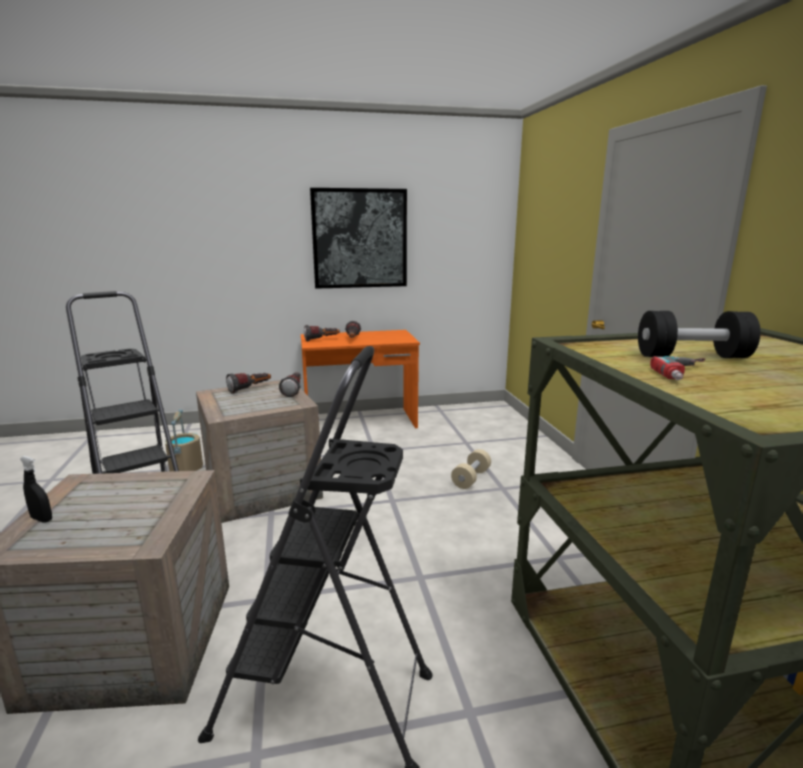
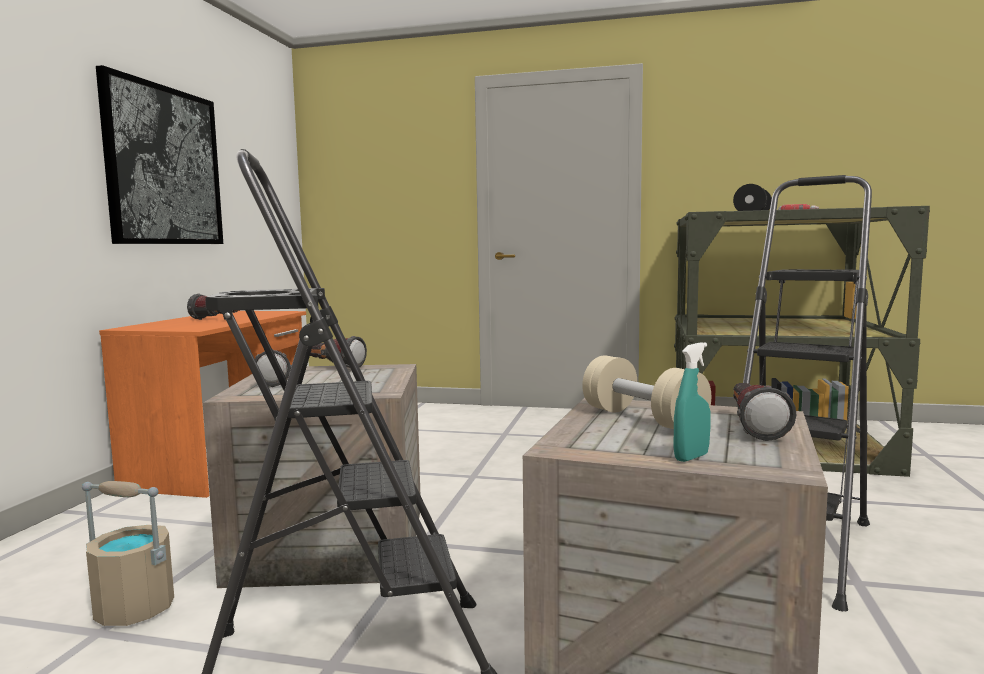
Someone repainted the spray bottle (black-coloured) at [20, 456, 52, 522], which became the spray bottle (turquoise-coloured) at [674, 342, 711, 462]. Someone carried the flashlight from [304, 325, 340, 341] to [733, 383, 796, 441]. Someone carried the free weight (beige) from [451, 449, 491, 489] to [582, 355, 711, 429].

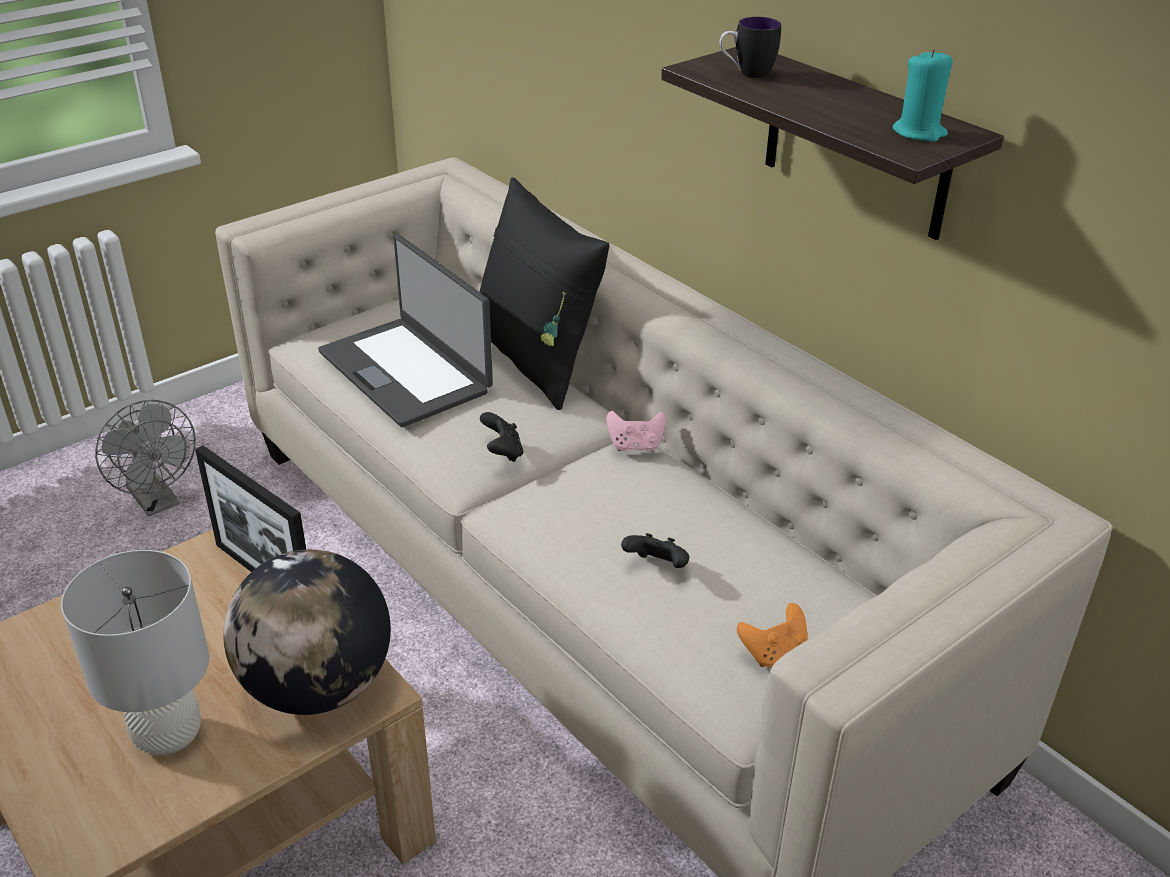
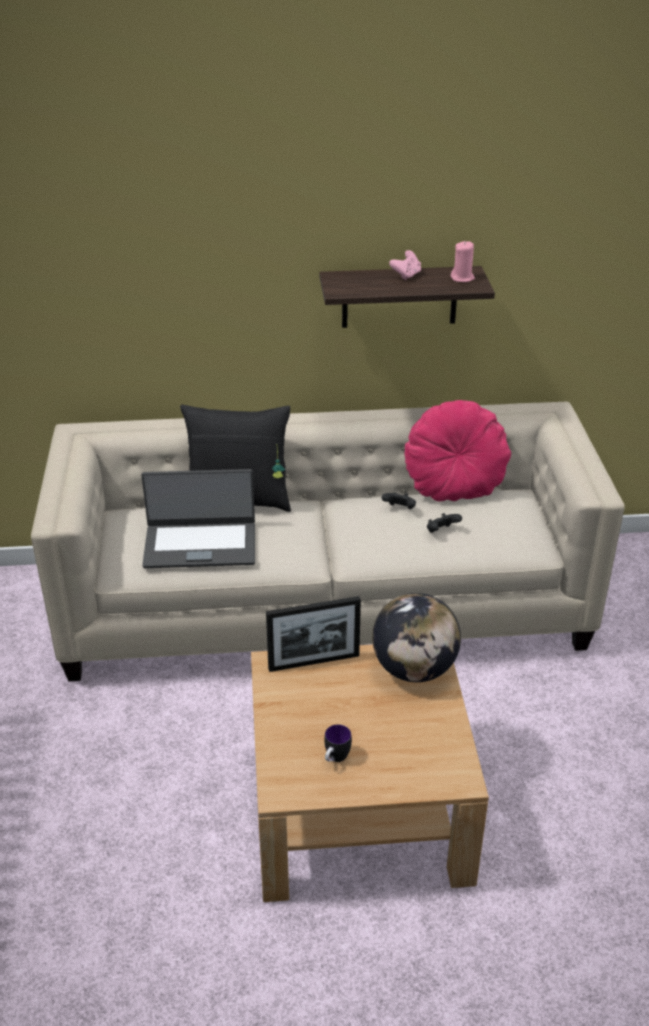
Someone took away the tabletop lamp (grey) at [61, 550, 209, 756]. Someone took away the cooling fan (grey) at [95, 400, 196, 516]. Someone carried the game controller (black-coloured) from [480, 412, 523, 462] to [382, 493, 416, 509]. Someone carried the game controller (pink) from [606, 411, 667, 452] to [389, 250, 421, 280]. Someone carried the coffee mug from [719, 17, 781, 78] to [324, 724, 352, 762]. Someone took away the game controller (orange) at [737, 603, 808, 667]. Someone repainted the candle (turquoise-coloured) at [892, 49, 953, 142], which became the candle (pink) at [451, 241, 475, 282]. Someone put down the throw pillow (pink) at [405, 400, 511, 501].

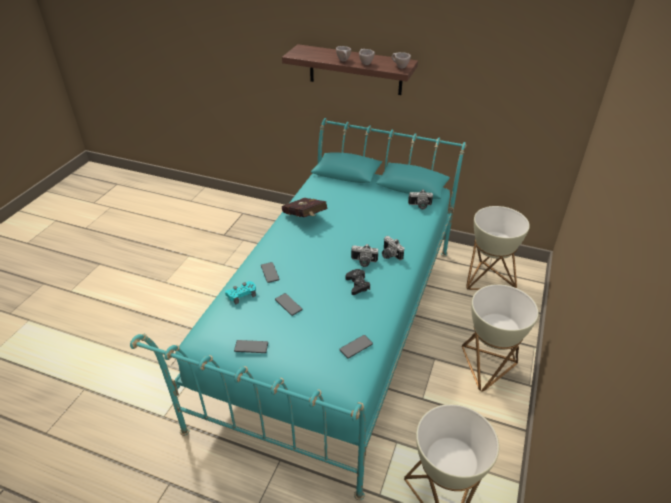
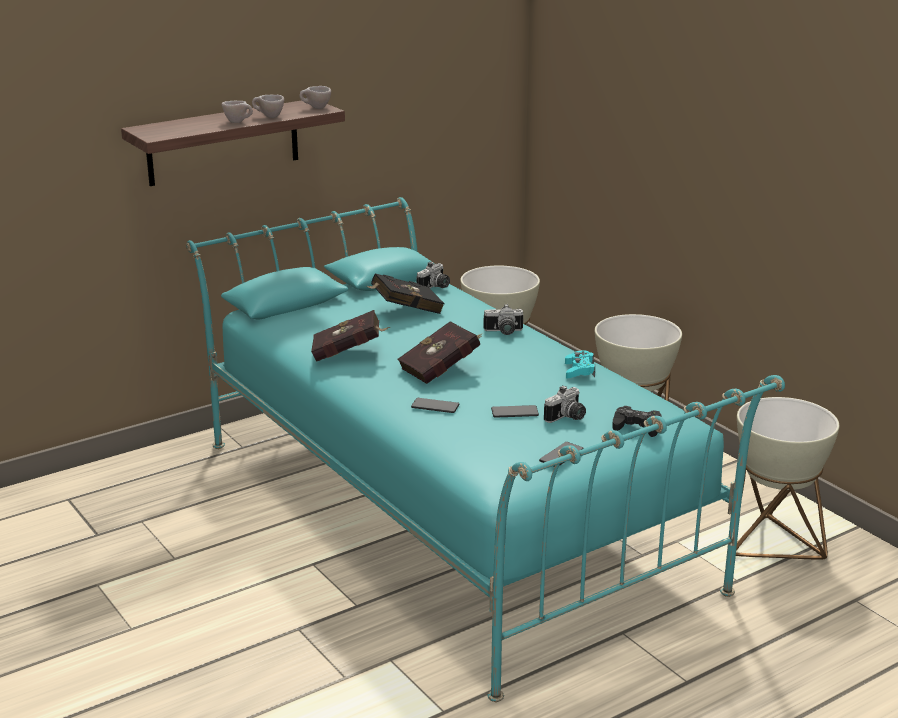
Someone carried the game controller (turquoise-coloured) from [225, 281, 256, 305] to [565, 350, 595, 378]. Someone took away the telephone at [339, 335, 373, 359]. Someone carried the game controller (black-coloured) from [345, 269, 370, 295] to [612, 406, 662, 437]. Someone carried the still camera from [351, 244, 378, 267] to [544, 385, 586, 423]. Someone put down the book (black-coloured) at [365, 274, 445, 314]. Someone put down the book (red-coloured) at [398, 321, 482, 384].

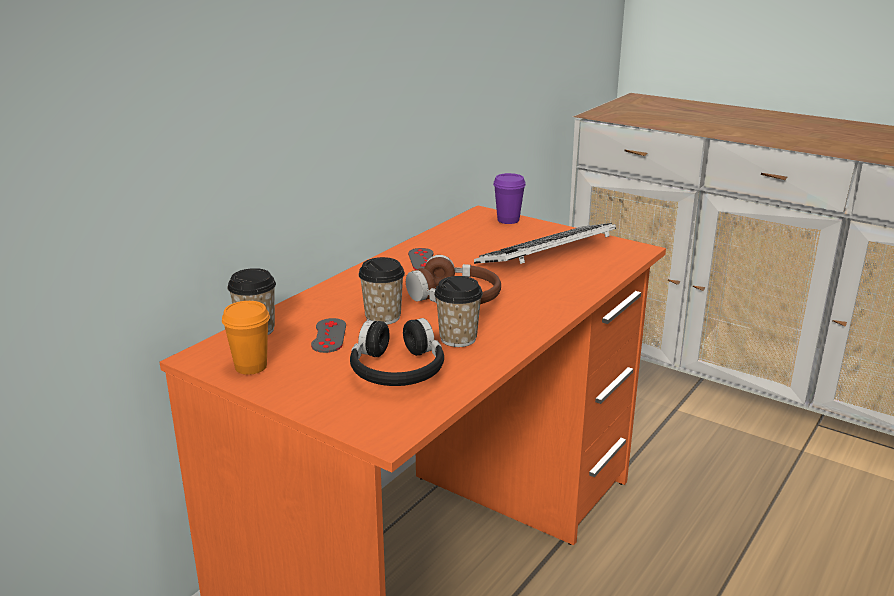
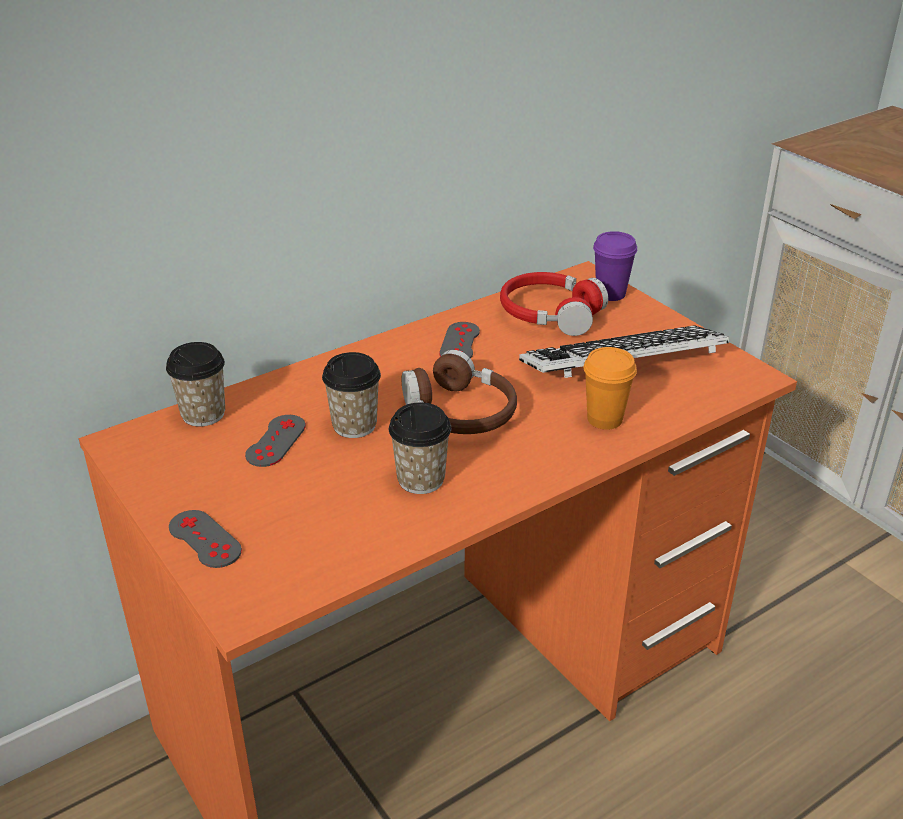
Someone carried the small cup (orange) from [222, 301, 270, 375] to [584, 347, 637, 430]. Someone took away the pair of headphones (black-coloured) at [350, 318, 444, 386]. Someone put down the game controller (grey) at [169, 510, 242, 568]. Someone put down the pair of headphones (red-coloured) at [500, 272, 608, 336].

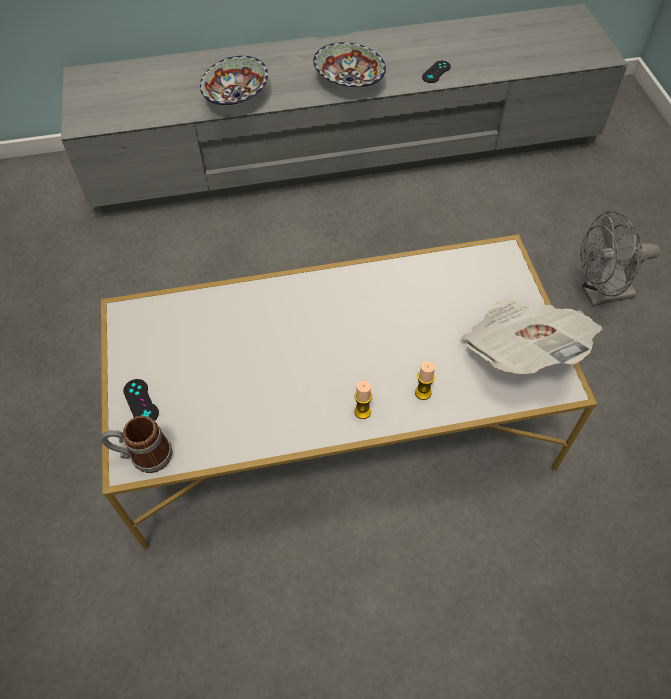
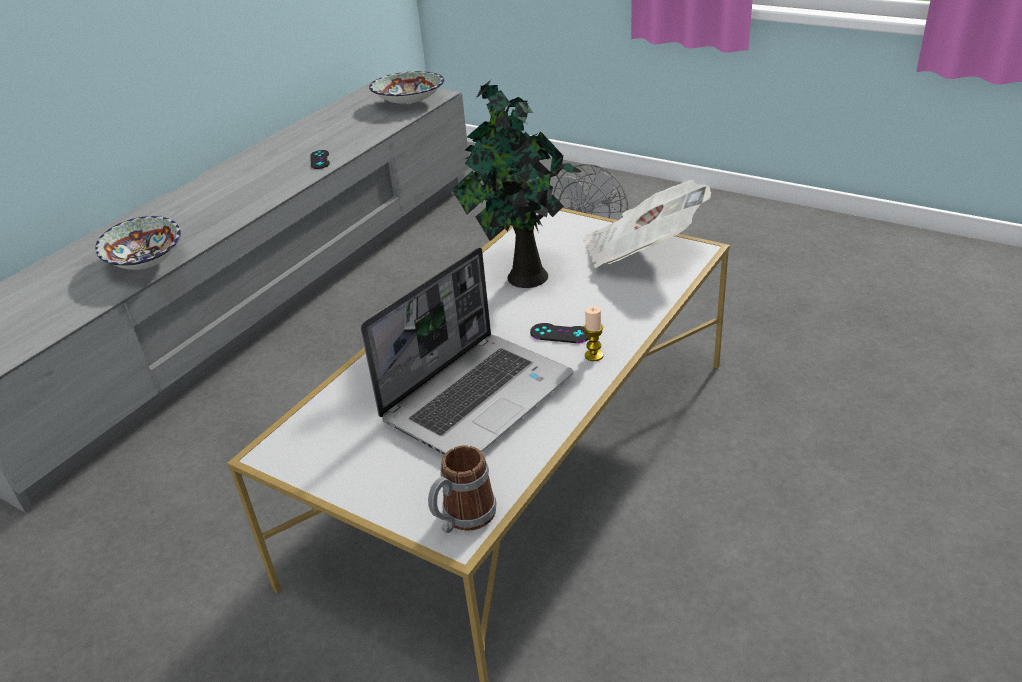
Someone carried the game controller (black-coloured) from [123, 379, 159, 421] to [530, 323, 589, 343]. Someone carried the serving bowl from [313, 42, 386, 90] to [369, 71, 444, 104]. Someone took away the candle at [415, 361, 435, 400]. Someone put down the laptop at [361, 247, 573, 455]. Someone put down the potted plant at [452, 80, 581, 288].

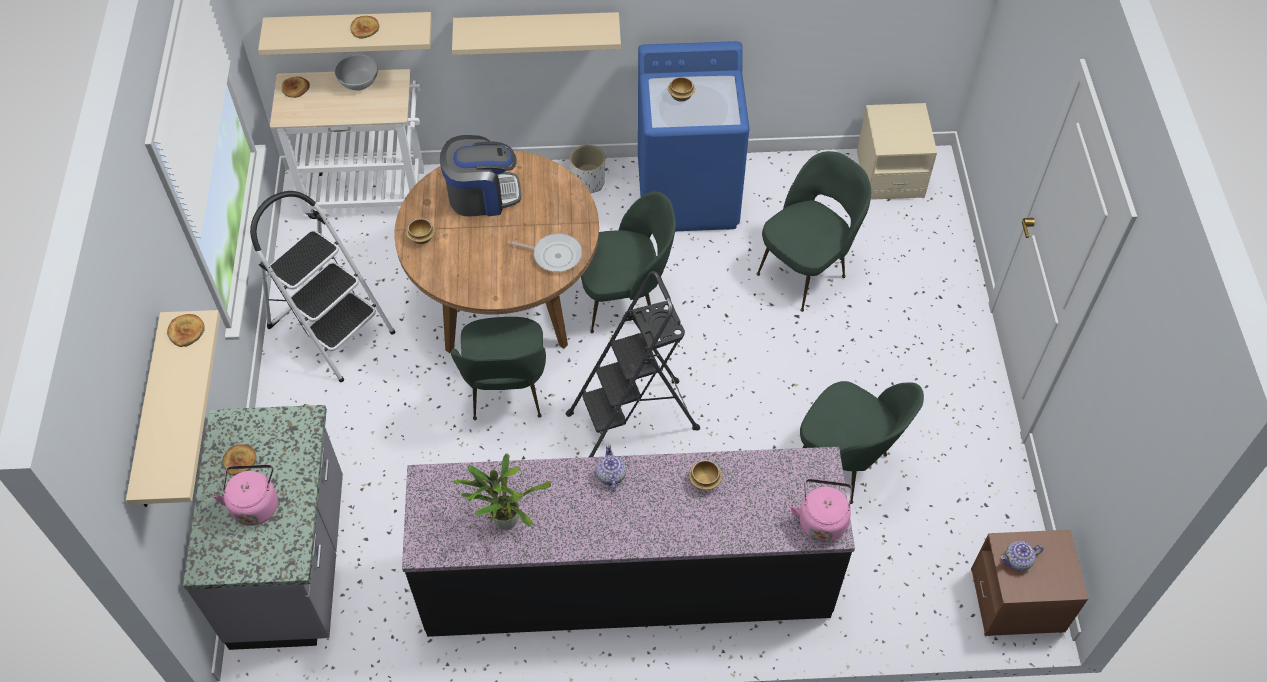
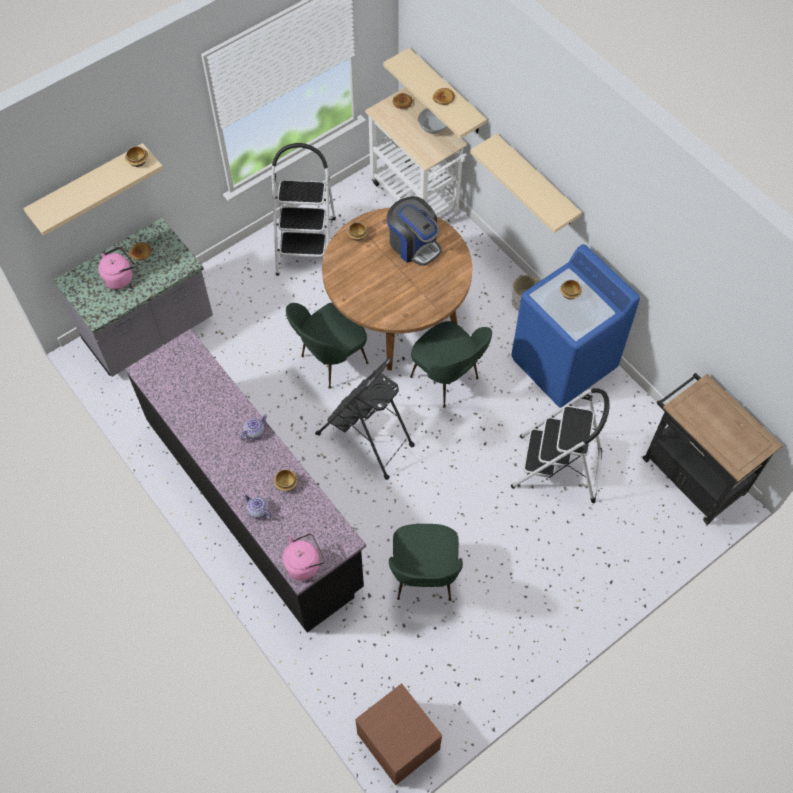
Someone swapped the bread at [167, 314, 205, 347] for the serving bowl at [125, 146, 148, 167]. Someone took away the potted plant at [453, 453, 551, 530]. Someone took away the skillet at [509, 233, 582, 272]. Someone swapped the chair (greenish) at [757, 151, 871, 312] for the step ladder at [511, 388, 610, 503]. Someone swapped the nightstand (beige) at [857, 103, 937, 200] for the cart (black-coloured) at [643, 373, 783, 524]. Someone carried the tea pot from [1000, 541, 1043, 571] to [243, 494, 272, 519].

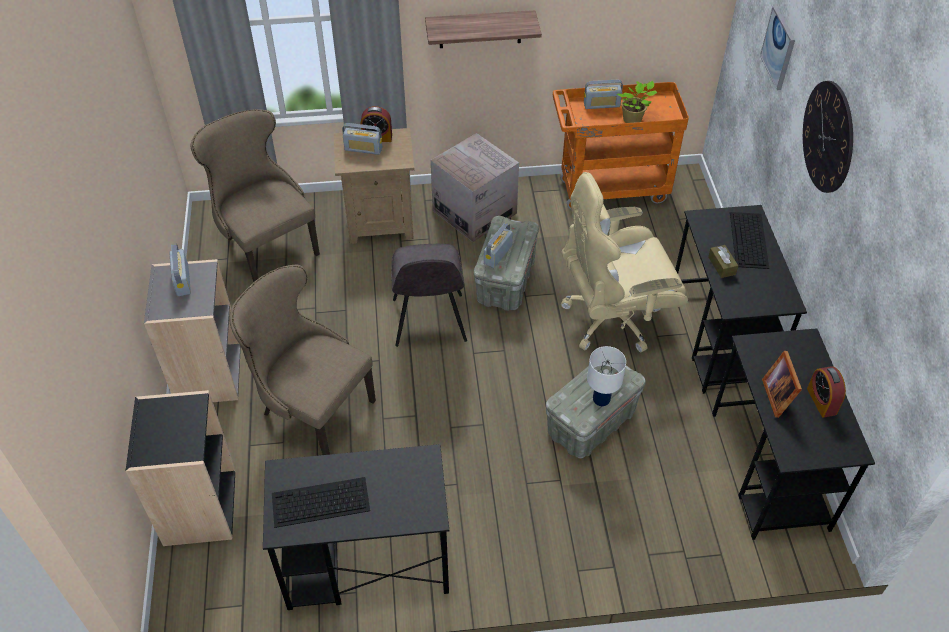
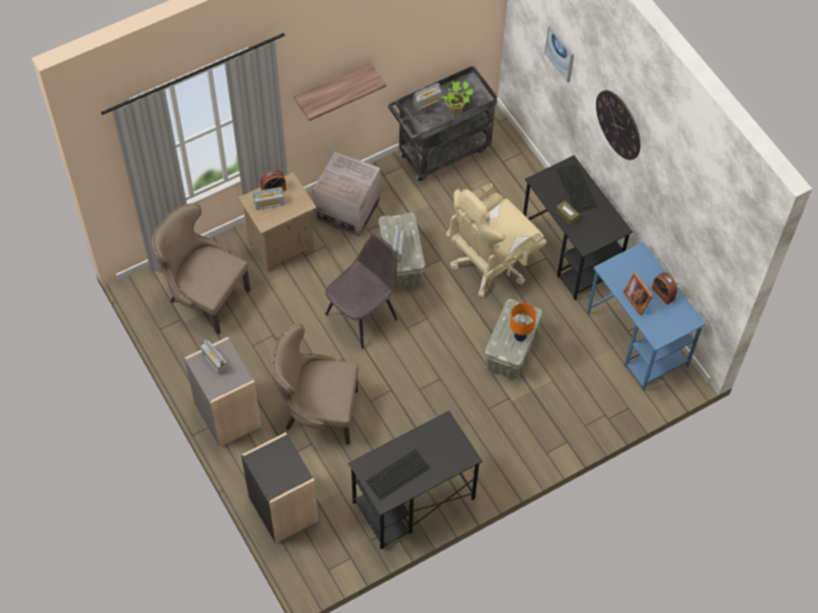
Someone rotated the chair (grey) at [391, 244, 467, 347] by 105 degrees counterclockwise. Someone repainted the cart (orange) at [553, 82, 689, 209], which became the cart (black-coloured) at [388, 66, 497, 182]. Someone repainted the tabletop lamp (white-coloured) at [587, 346, 626, 406], which became the tabletop lamp (orange) at [510, 303, 536, 341]. Someone repainted the desk table (black-coloured) at [712, 328, 875, 540], which became the desk table (blue-coloured) at [587, 242, 706, 391].

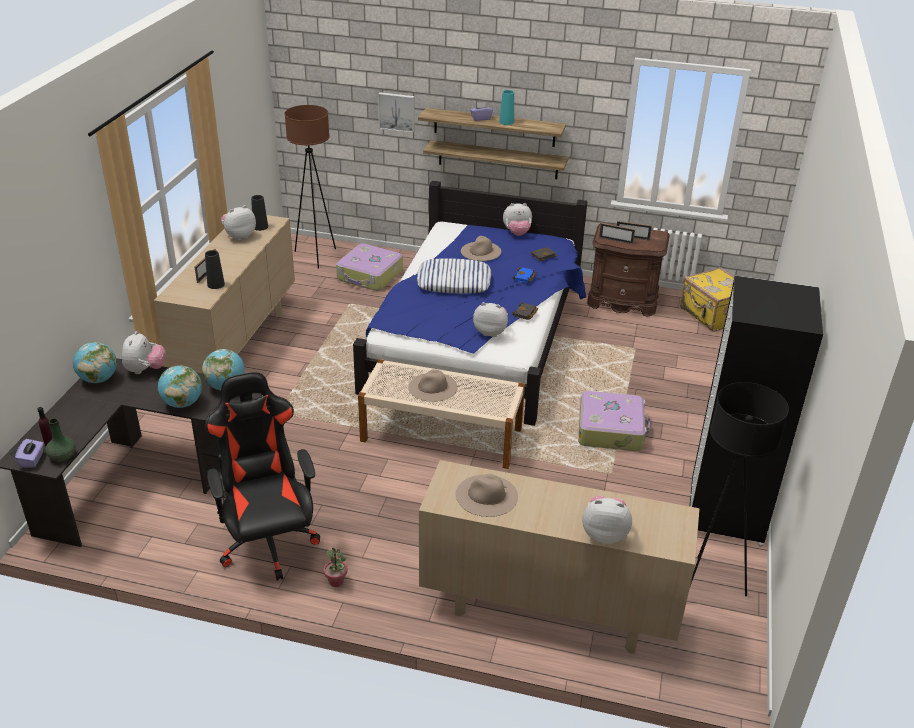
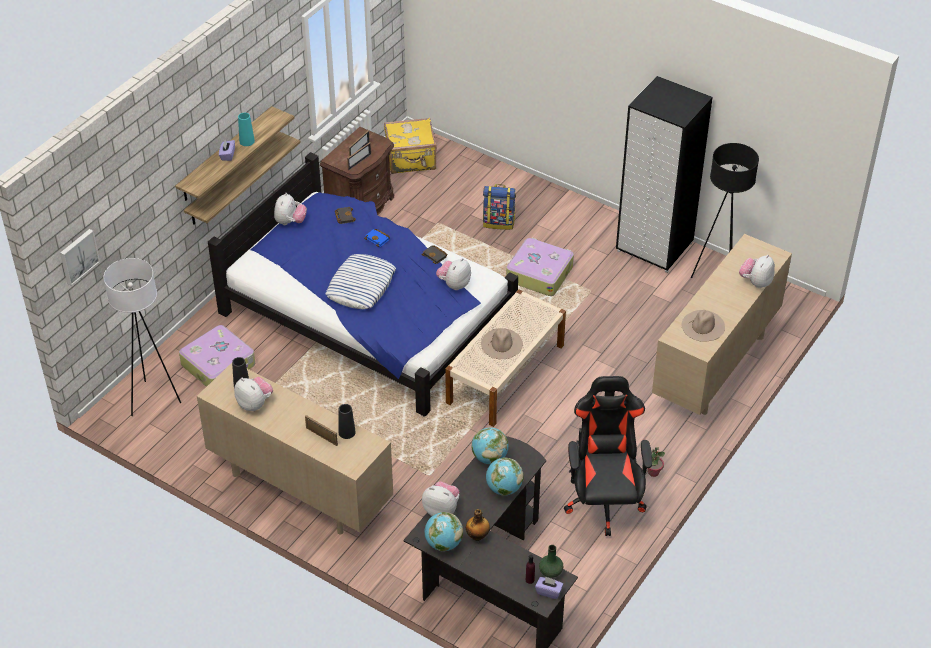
Someone rotated the office chair (black-coloured) at [205, 372, 320, 581] by 90 degrees clockwise. Someone rotated the plush toy at [221, 205, 256, 241] by 150 degrees clockwise. Someone repainted the standard lamp (brown) at [285, 105, 336, 268], which became the standard lamp (white-coloured) at [103, 258, 181, 416]. Someone carried the wall art from [378, 92, 415, 133] to [60, 229, 100, 286]. Someone took away the wearable hat (beige) at [461, 236, 501, 261]. Someone put down the drink bottle at [466, 509, 490, 541]. Someone put down the rucksack at [483, 184, 516, 230].

